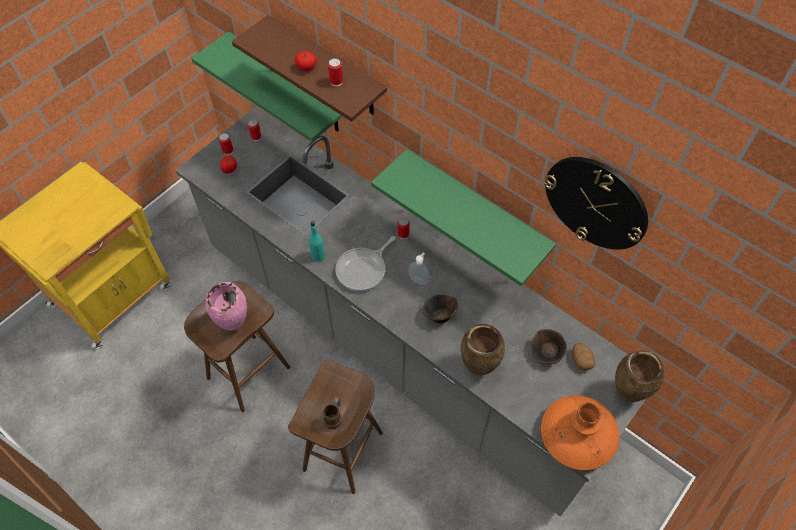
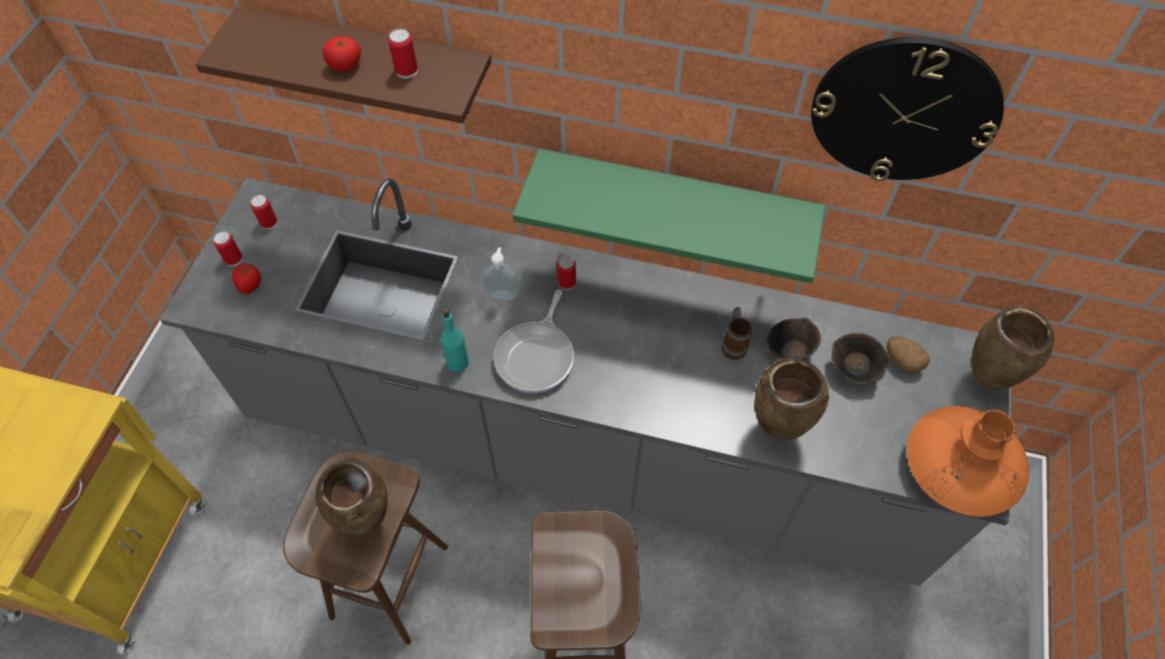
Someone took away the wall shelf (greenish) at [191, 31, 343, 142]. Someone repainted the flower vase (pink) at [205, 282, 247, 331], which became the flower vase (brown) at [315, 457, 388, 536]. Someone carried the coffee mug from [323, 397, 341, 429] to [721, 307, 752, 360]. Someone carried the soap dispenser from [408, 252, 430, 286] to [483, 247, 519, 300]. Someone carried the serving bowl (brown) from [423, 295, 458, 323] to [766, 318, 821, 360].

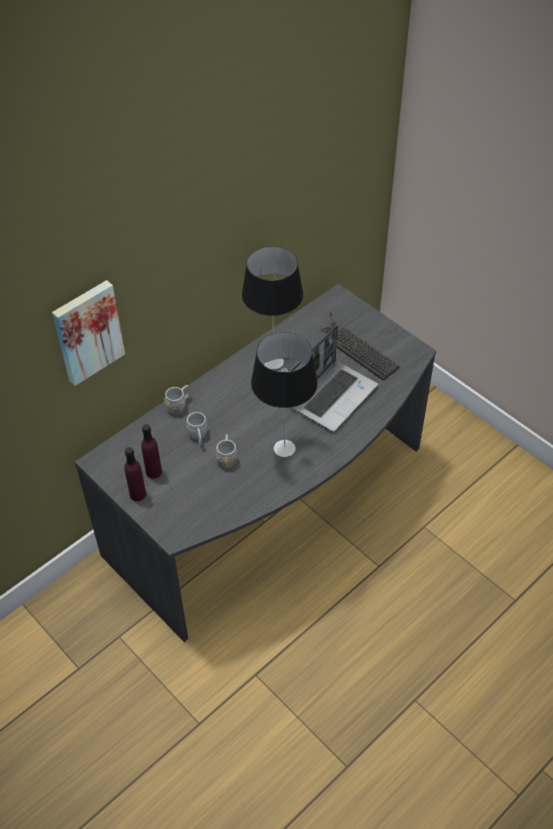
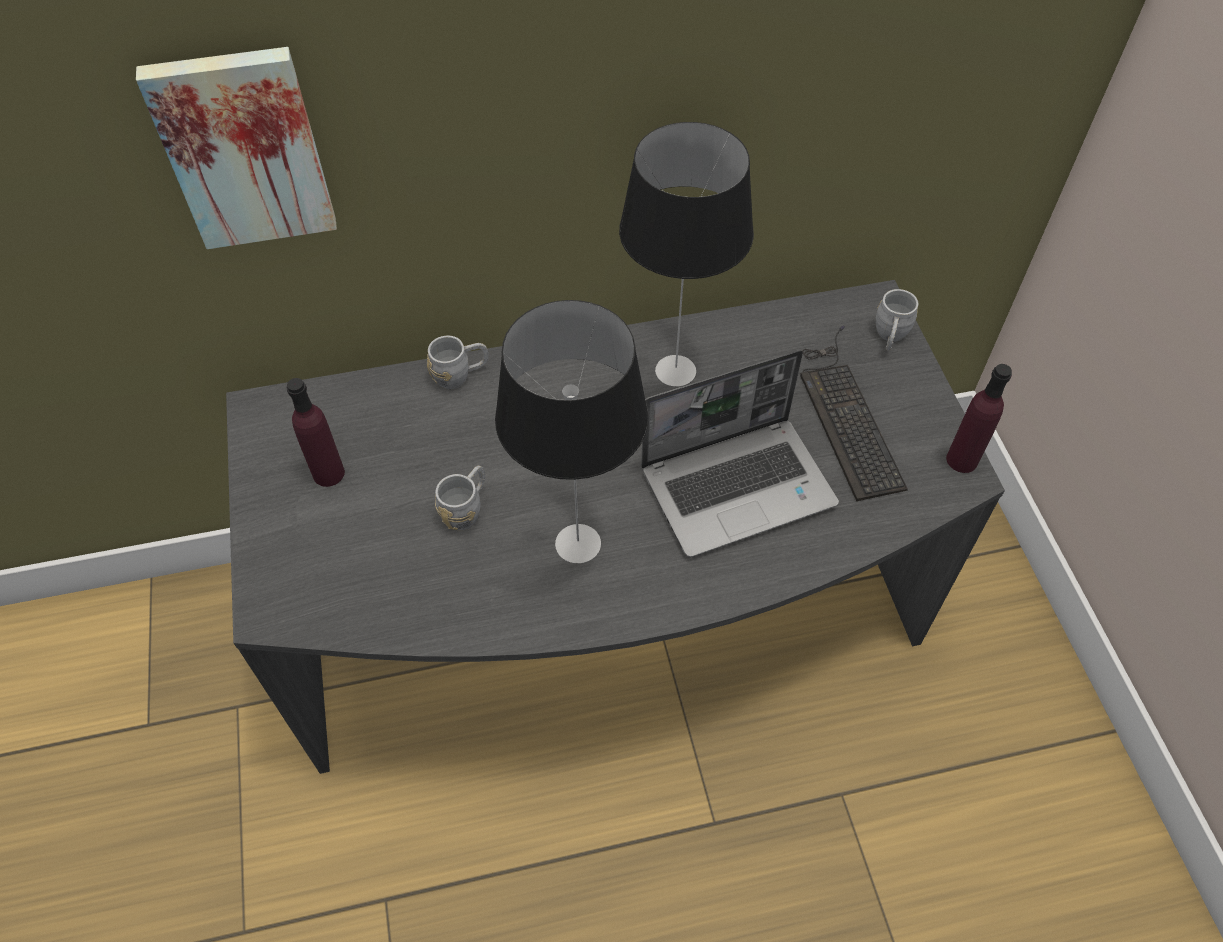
Someone carried the drink bottle (purplish) from [124, 447, 146, 501] to [946, 364, 1012, 473]. Someone carried the coffee mug (grey) from [186, 412, 208, 445] to [876, 289, 918, 351].

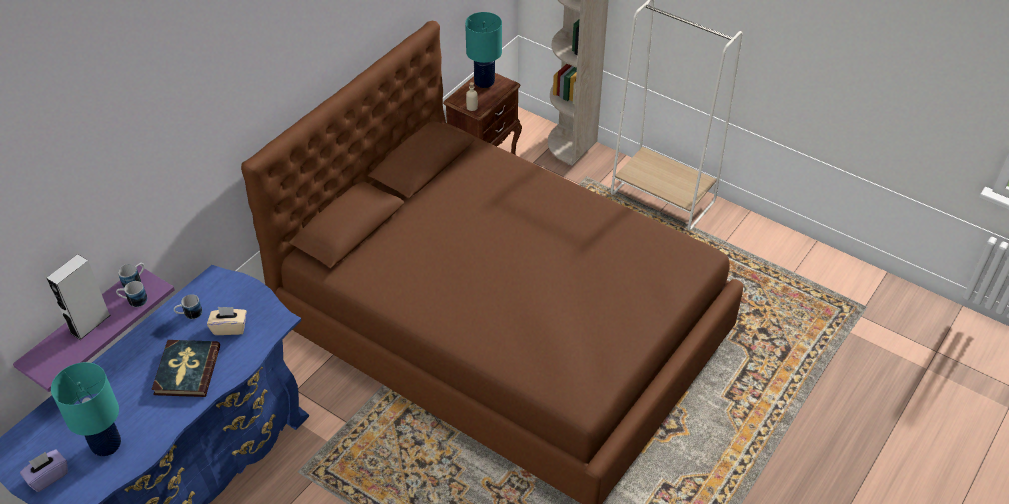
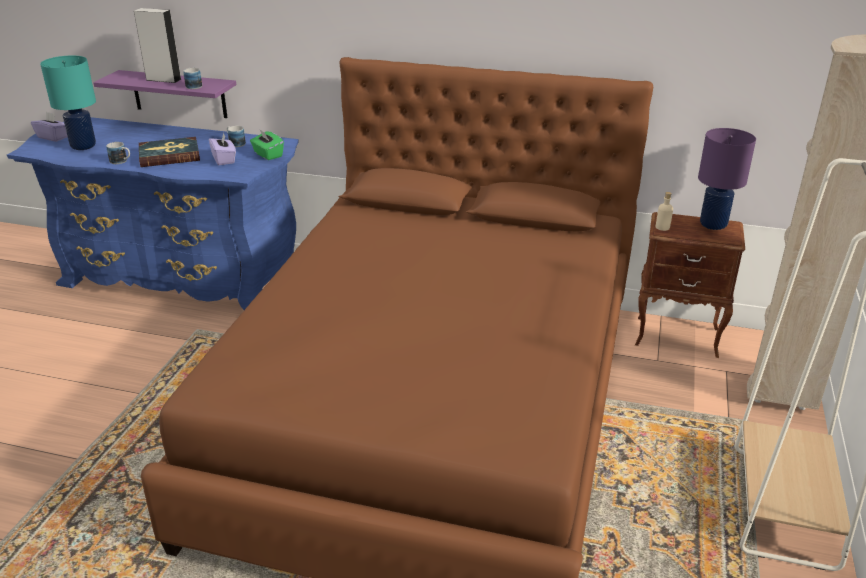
Someone carried the coffee mug from [118, 263, 144, 288] to [106, 142, 130, 164]. Someone repainted the box of tissues (beige) at [207, 307, 247, 335], which became the box of tissues (purplish) at [209, 133, 236, 165]. Someone repainted the tabletop lamp (turquoise-coloured) at [465, 12, 502, 88], which became the tabletop lamp (purplish) at [698, 128, 756, 230]. Someone put down the box of tissues (greenish) at [250, 129, 284, 160].

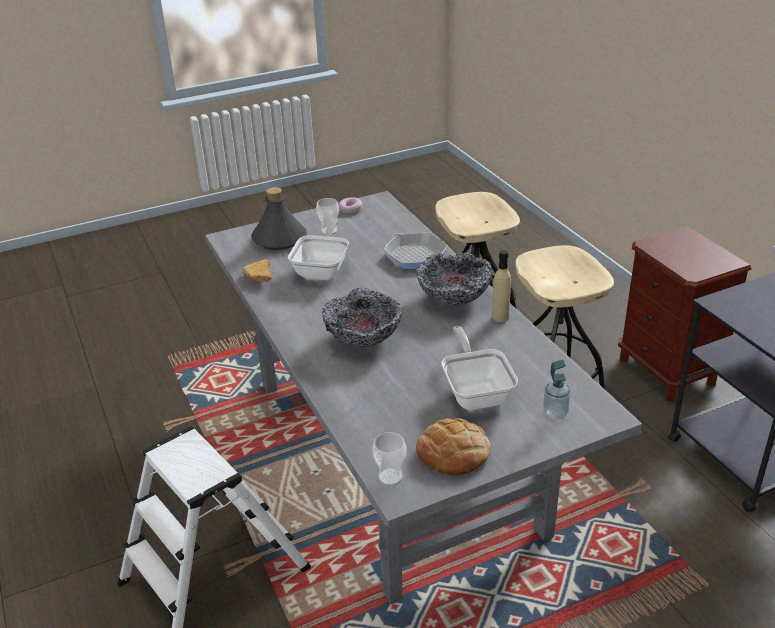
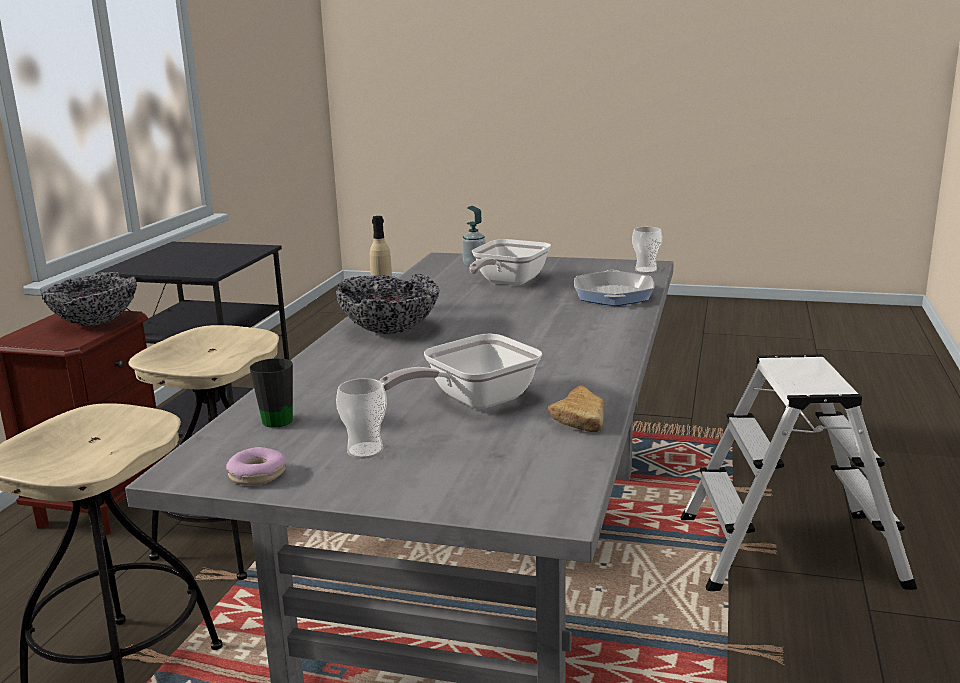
Someone took away the drink bottle (grey) at [251, 187, 307, 250]. Someone carried the serving bowl from [322, 288, 402, 347] to [42, 272, 137, 326]. Someone carried the skillet from [384, 233, 448, 269] to [574, 270, 655, 306]. Someone took away the bread at [416, 418, 491, 475]. Someone put down the coffee mug (black-coloured) at [250, 358, 293, 428].

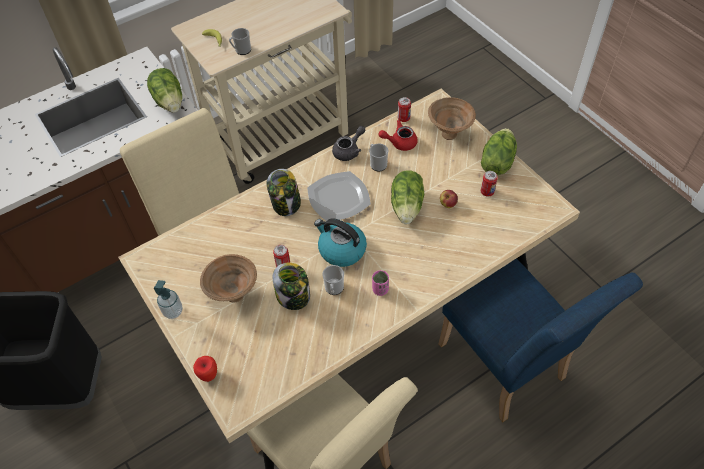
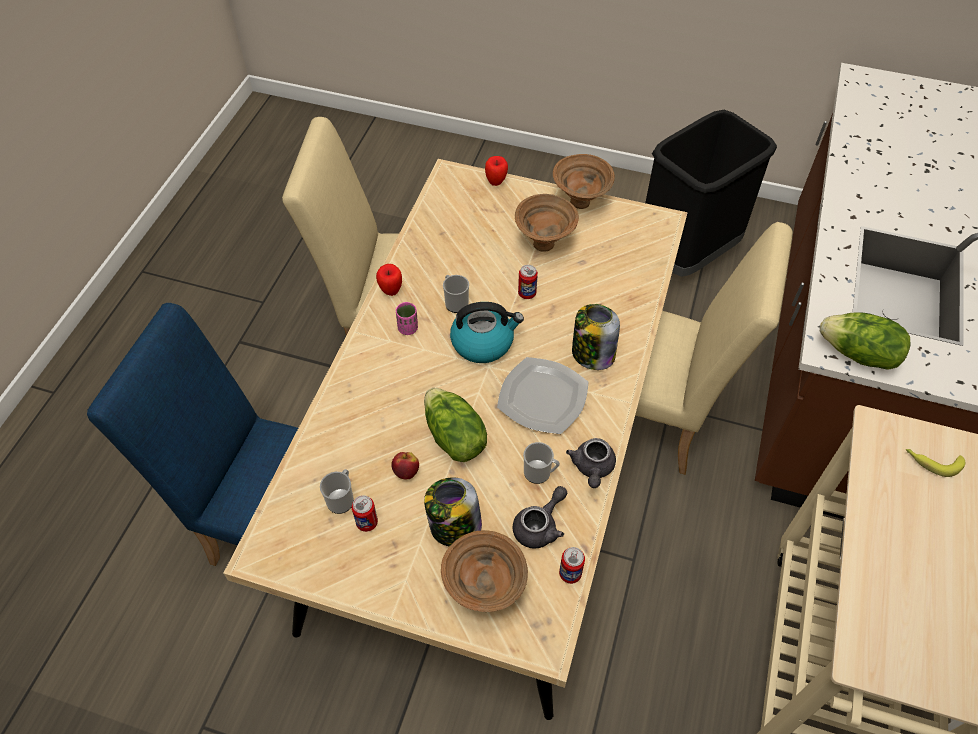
Someone swapped the soap dispenser at [154, 280, 183, 319] for the serving bowl (brown) at [553, 154, 615, 209]. Someone carried the coffee mug from [229, 28, 251, 55] to [320, 469, 354, 514]. Someone carried the storage jar from [272, 263, 310, 310] to [424, 477, 482, 547]. Someone repainted the tea pot (red-coloured) at [379, 120, 418, 151], which became the tea pot (grey) at [513, 486, 567, 548]. Someone took away the lettuce head at [481, 128, 517, 175]. Someone put down the apple at [376, 264, 402, 296].

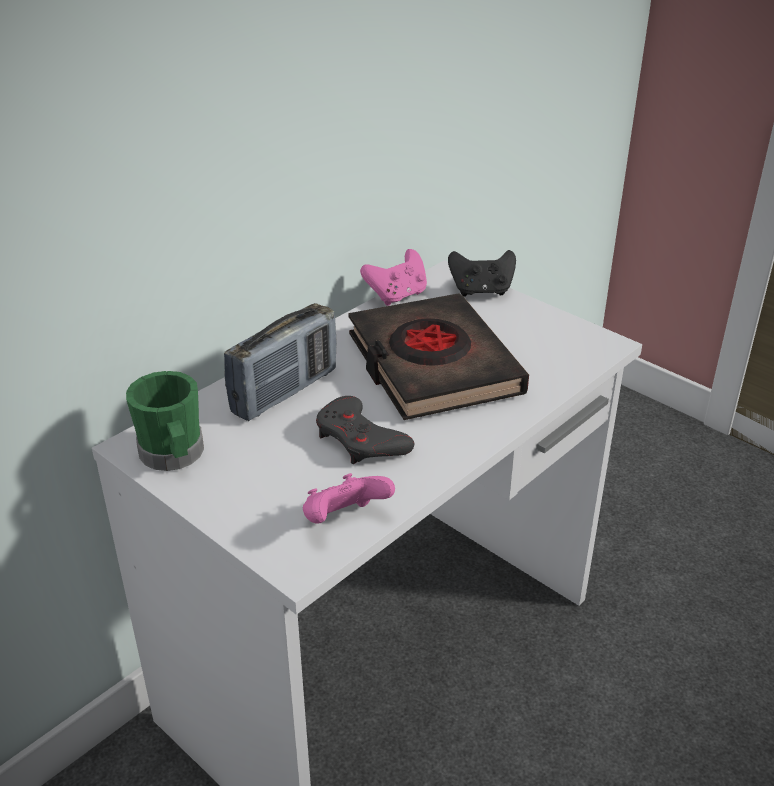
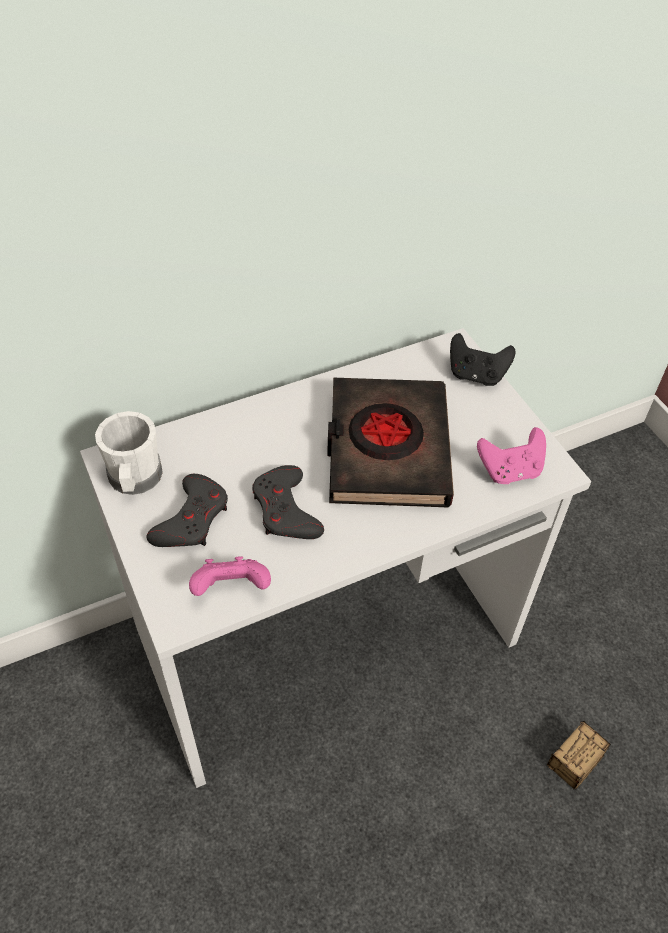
Someone repainted the coffee mug (greenish) at [126, 371, 204, 471], which became the coffee mug (white-coloured) at [95, 411, 163, 495]. Someone took away the radio at [224, 303, 337, 421]. Someone carried the game controller (pink) from [360, 249, 427, 306] to [477, 427, 546, 484]. Someone put down the game controller (grey) at [146, 474, 228, 547]. Someone put down the storage bin at [547, 721, 611, 807].

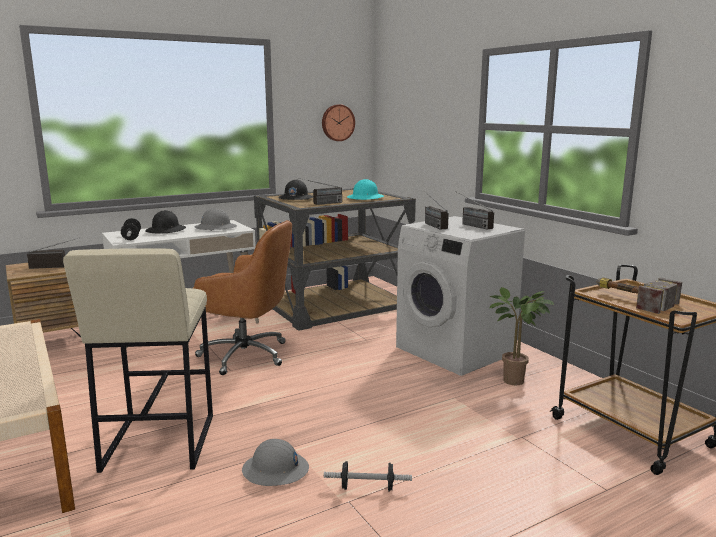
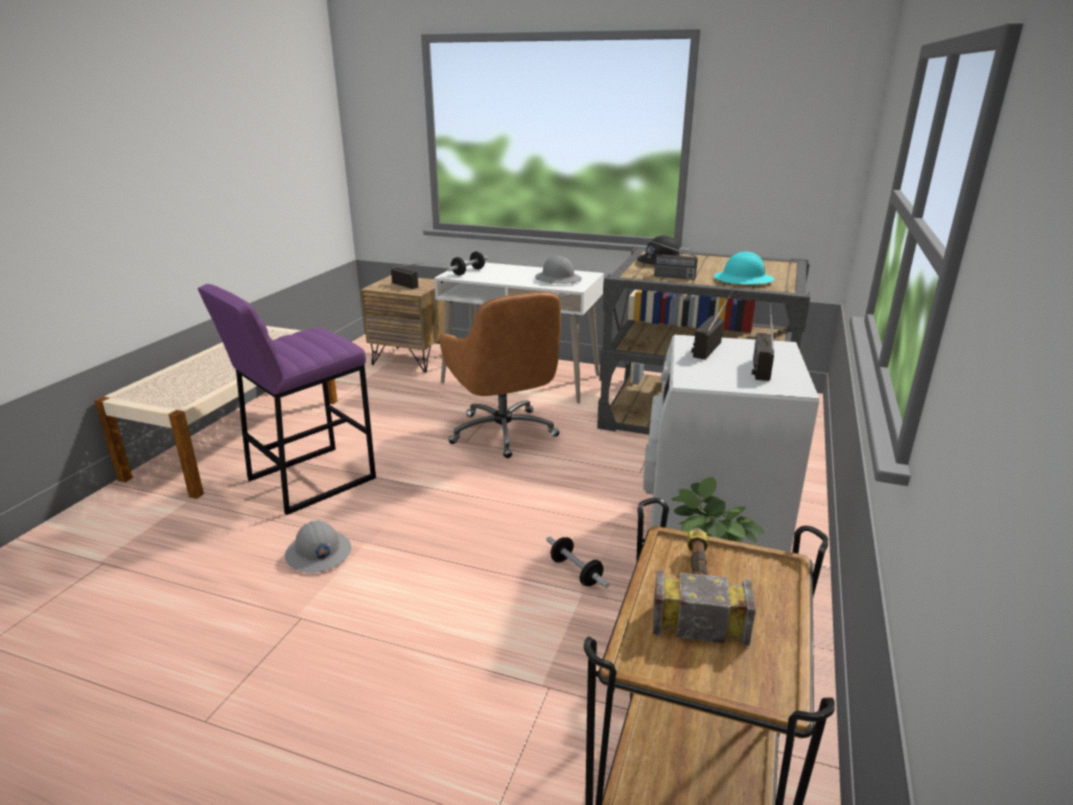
Someone repainted the stool (beige) at [63, 248, 213, 473], which became the stool (purplish) at [198, 284, 376, 515]. Someone took away the work helmet (black-coloured) at [145, 210, 186, 234]. Someone took away the hanging clock at [322, 105, 355, 141]. Someone carried the free weight from [324, 461, 412, 492] to [546, 536, 610, 588].

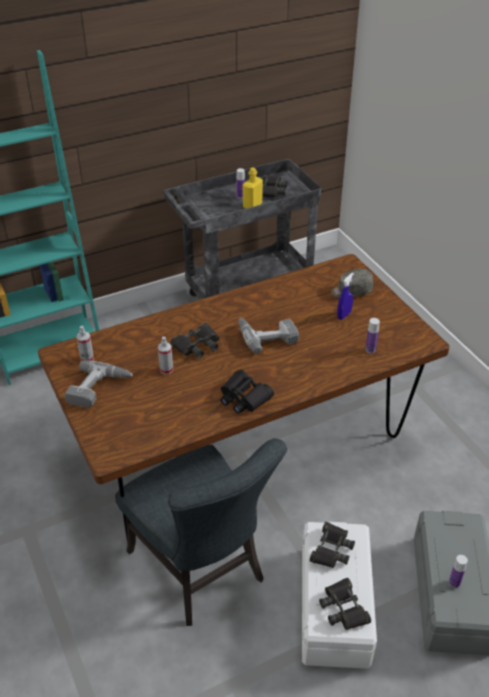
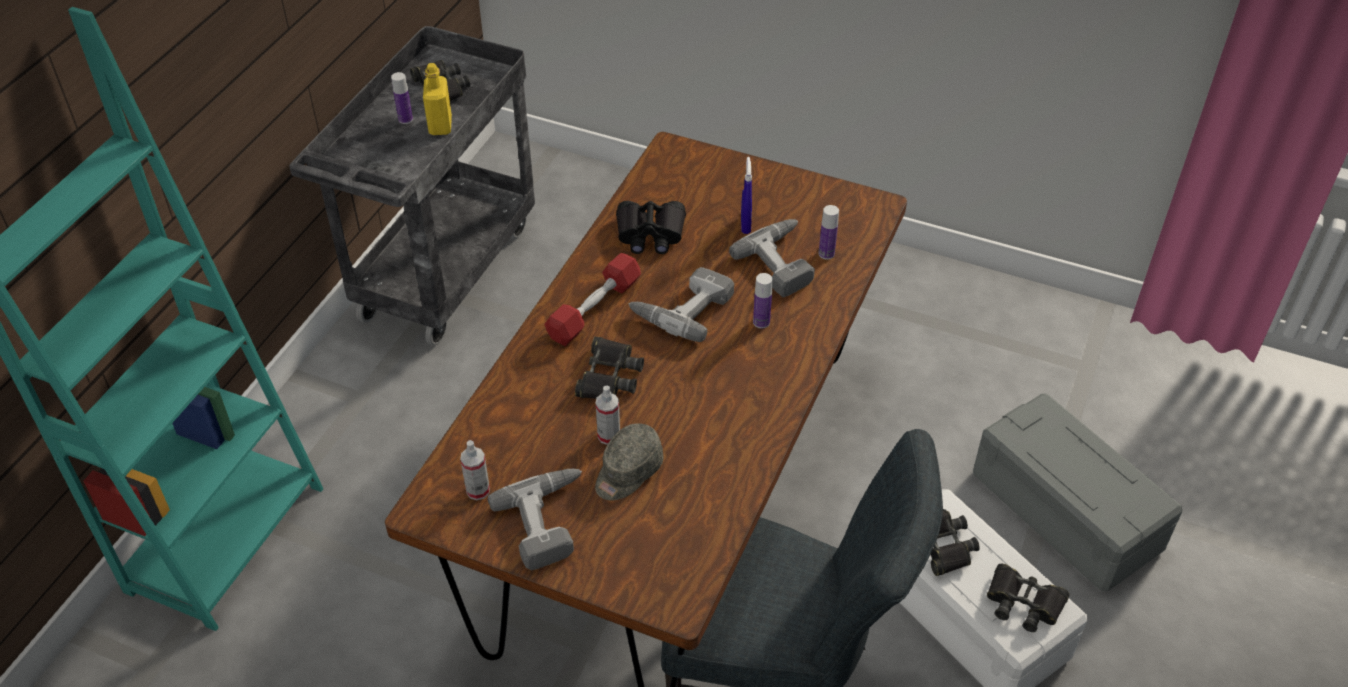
Someone carried the binoculars (black-coloured) from [221, 369, 274, 414] to [616, 201, 686, 254]. Someone carried the baseball cap (grey) from [331, 269, 373, 298] to [595, 423, 664, 500]. Someone carried the drink bottle from [449, 555, 468, 588] to [753, 273, 773, 329]. Someone put down the free weight (red-coloured) at [545, 253, 641, 346]. Someone put down the drill at [729, 219, 815, 297].

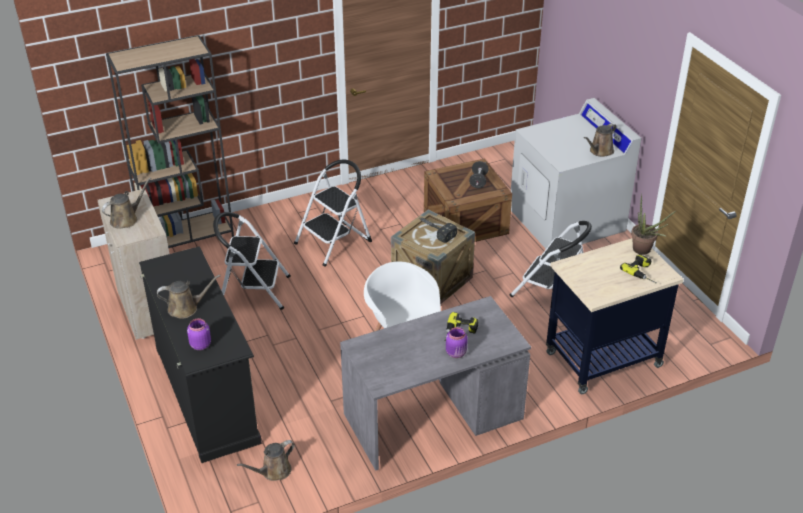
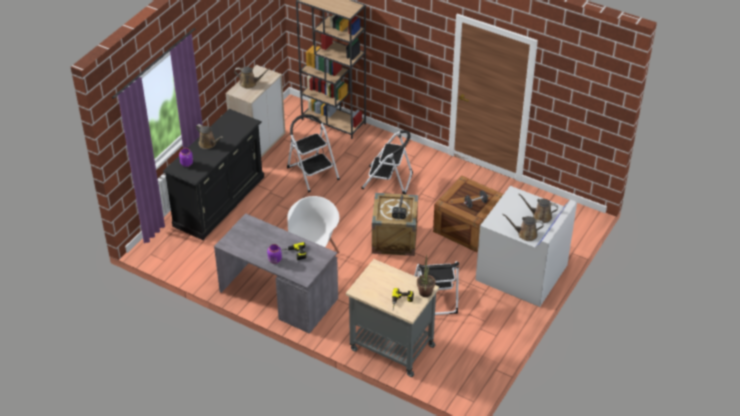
Someone carried the sprinkling can (brown) from [237, 440, 295, 481] to [518, 193, 558, 223]. Someone repainted the cart (blue-coloured) at [546, 238, 684, 394], which became the cart (grey) at [346, 259, 439, 377].

